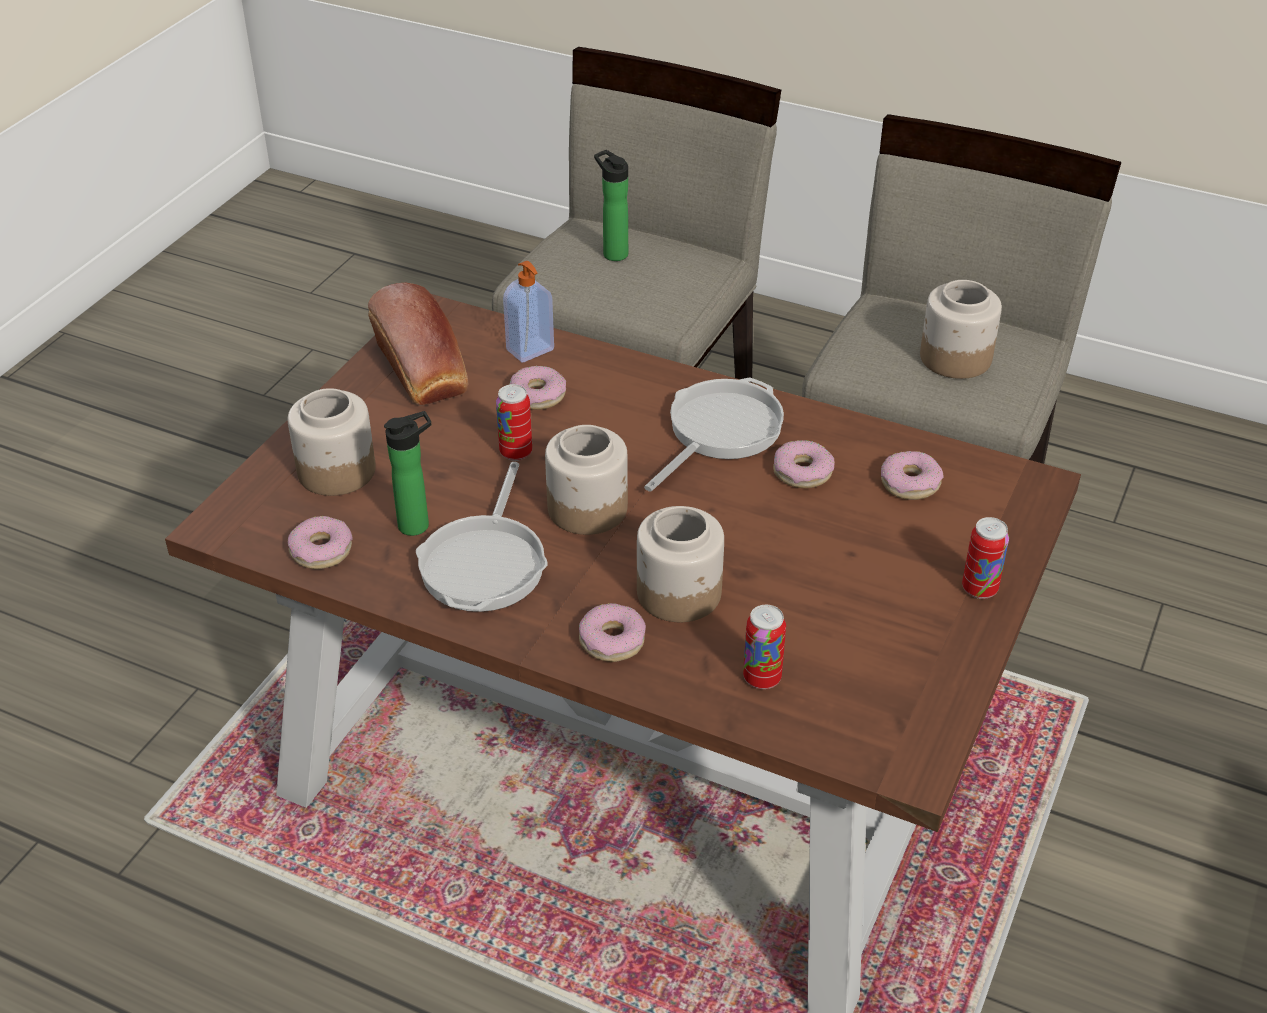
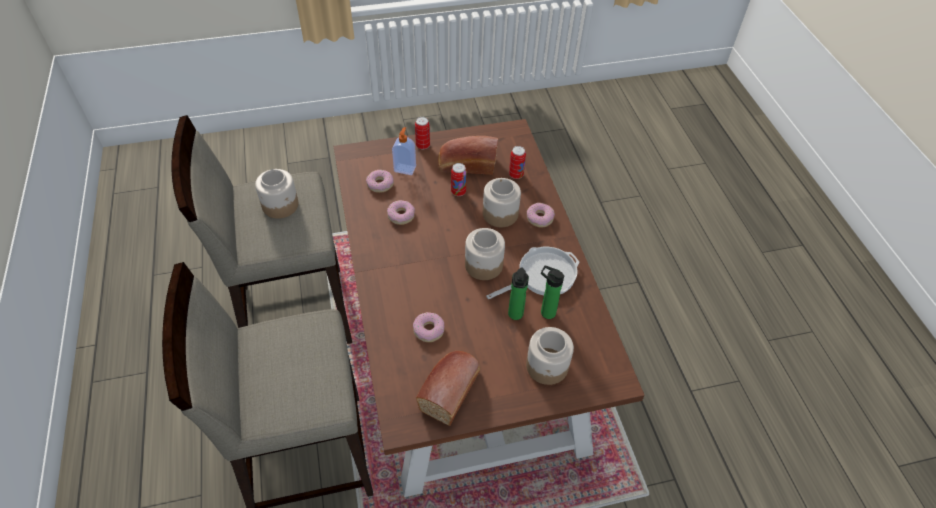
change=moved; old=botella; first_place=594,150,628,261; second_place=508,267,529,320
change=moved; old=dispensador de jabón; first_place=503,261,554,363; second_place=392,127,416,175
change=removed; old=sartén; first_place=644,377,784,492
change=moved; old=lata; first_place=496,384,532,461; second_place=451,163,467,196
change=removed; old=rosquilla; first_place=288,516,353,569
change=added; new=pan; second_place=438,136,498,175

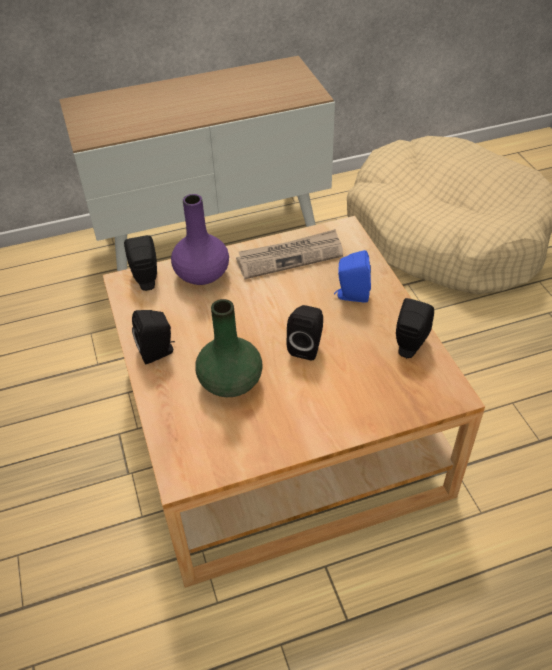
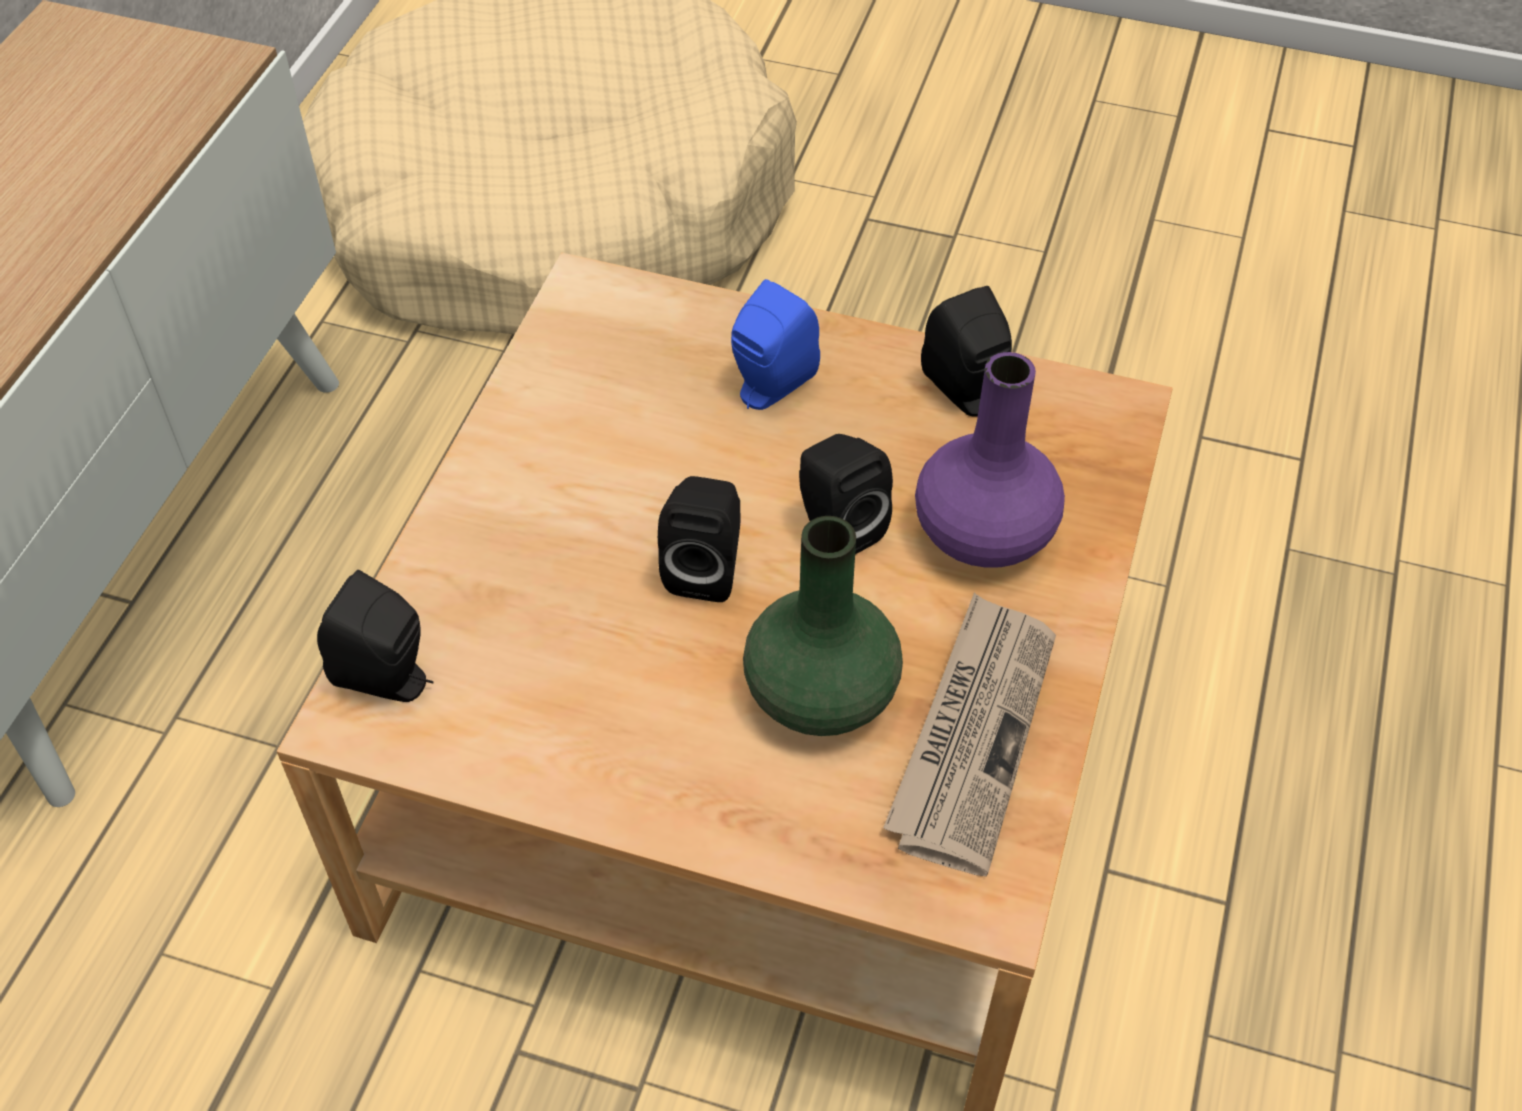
change=moved; old=florero (morado); first_place=171,194,229,285; second_place=915,352,1065,568
change=moved; old=periódico; first_place=236,229,343,279; second_place=883,593,1056,877
change=moved; old=altavoz (negro); first_place=132,310,175,365; second_place=658,476,740,602

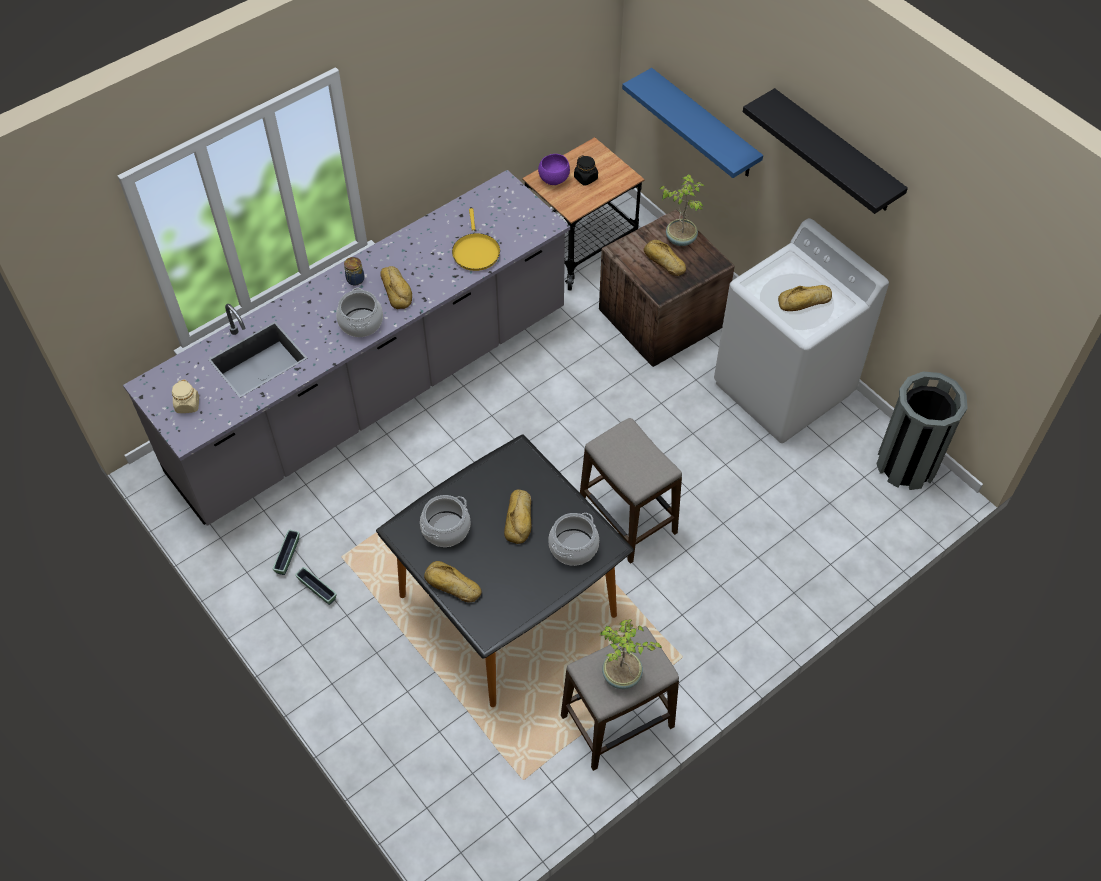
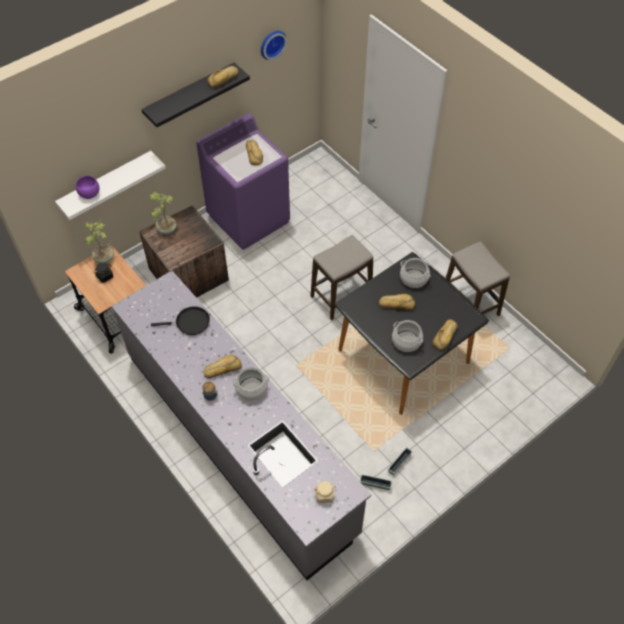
change=recoloured; old=estante (azul); new=estante (blanco); first_place=622,68,763,178; second_place=55,151,166,220
change=moved; old=cuenco (morado); first_place=538,154,570,185; second_place=76,176,100,199
change=recoloured; old=sartén (amarillo); new=sartén (negro); first_place=452,208,500,271; second_place=151,306,210,335
change=recoloured; old=lavadora (blanco); new=lavadora (morado); first_place=714,218,889,443; second_place=196,113,290,250
change=moved; old=pan; first_place=644,240,686,276; second_place=207,66,239,88
change=removed; old=papelera (gris); first_place=876,372,968,490
change=moved; old=planta en maceta; first_place=600,619,661,689; second_place=85,218,114,263
change=added; new=reloj de pared; second_place=261,31,287,60

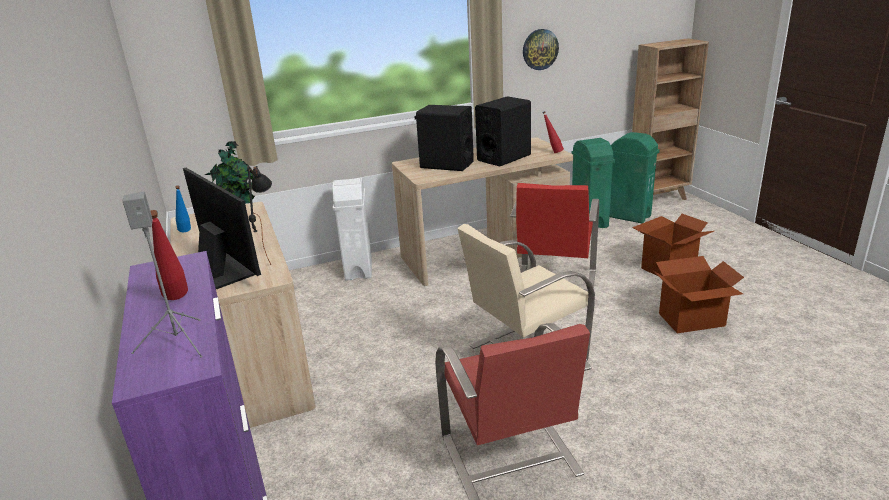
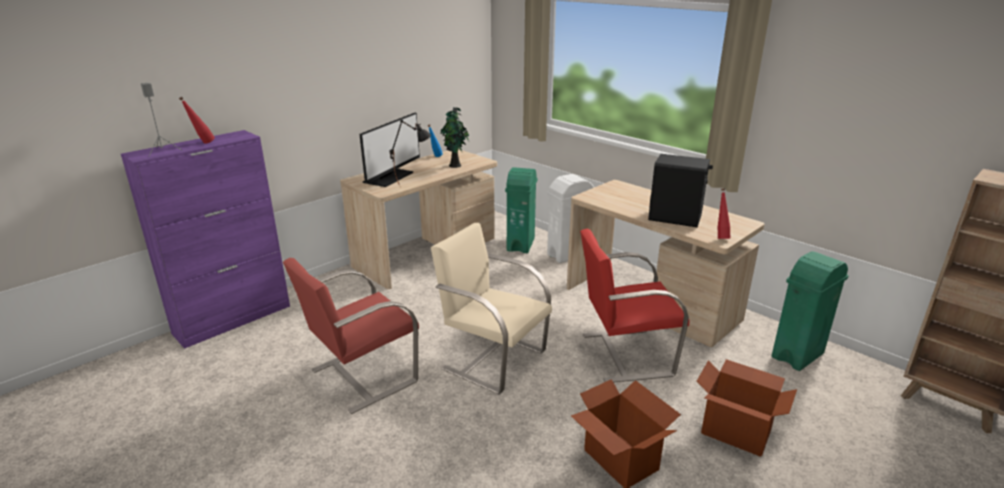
change=removed; old=reloj de pared; first_place=523,29,559,70
change=removed; old=altavoz (negro); first_place=415,105,474,171
change=moved; old=papelera (verde); first_place=609,132,660,223; second_place=505,167,538,253

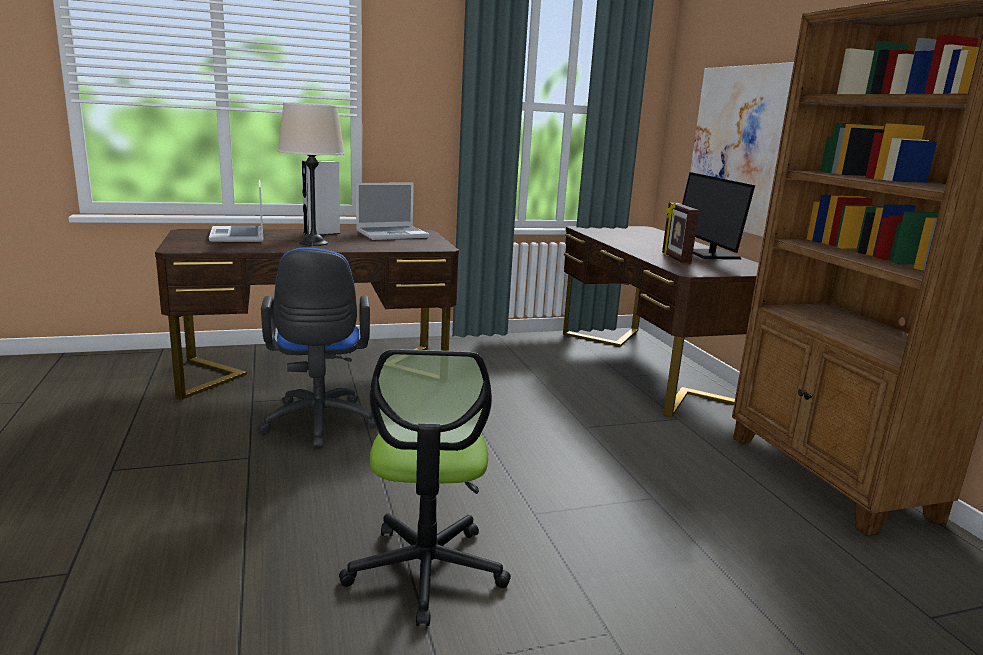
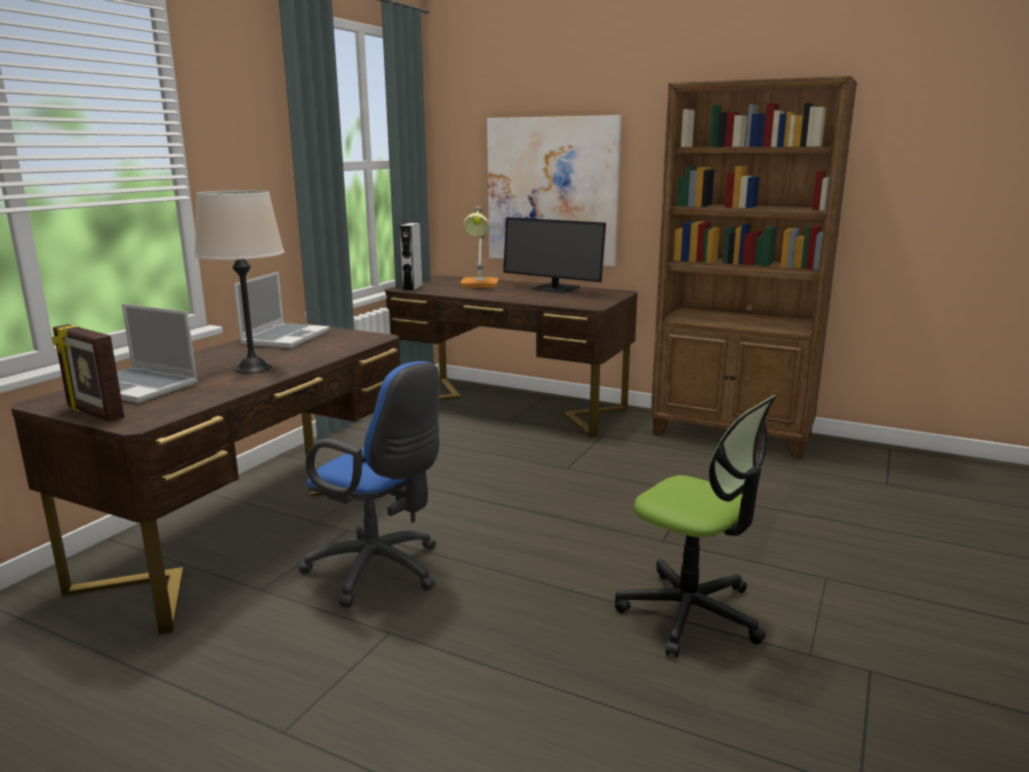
change=moved; old=altavoz (gris); first_place=302,161,341,235; second_place=399,223,422,291
change=moved; old=portarretratos; first_place=662,202,699,263; second_place=52,324,124,422
change=added; new=lámpara de mesa; second_place=460,206,499,288

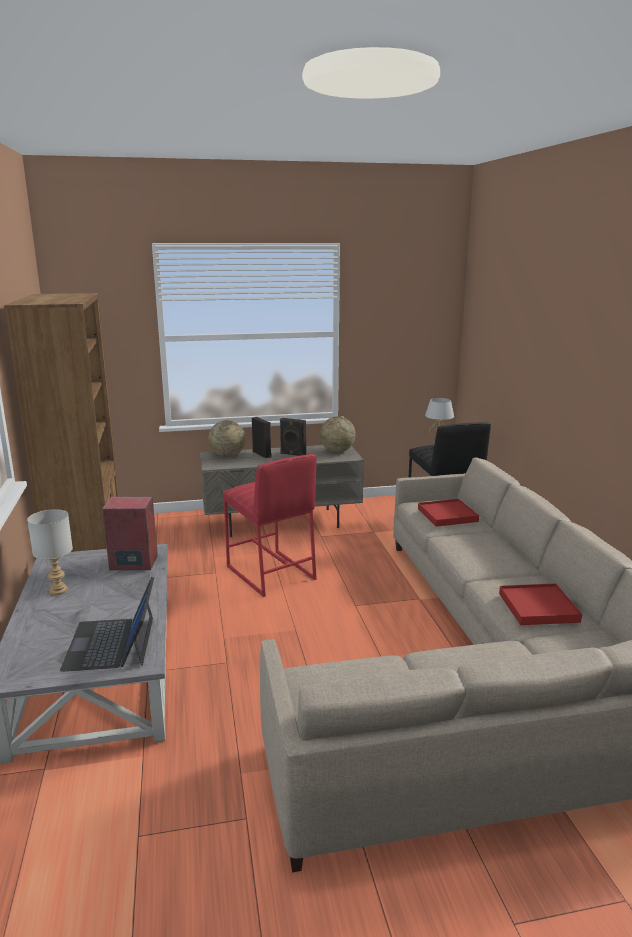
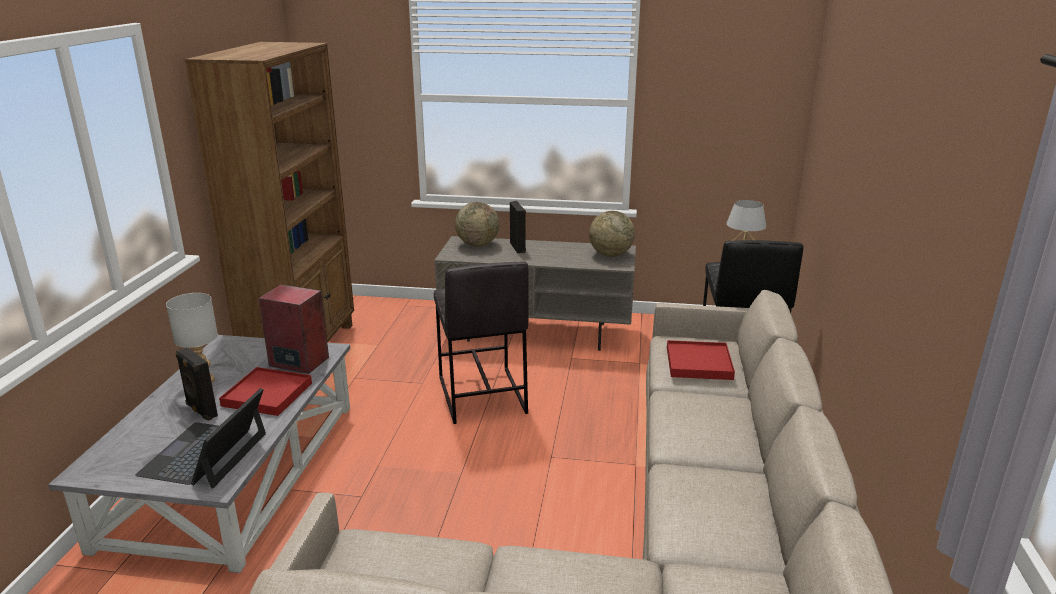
change=moved; old=altavoz (negro); first_place=280,418,306,456; second_place=176,347,218,421
change=recoloured; old=taburete (rojo); new=taburete (gris); first_place=223,454,317,597; second_place=434,262,529,424
change=moved; old=bandeja (rojo); first_place=499,583,582,625; second_place=219,367,312,416

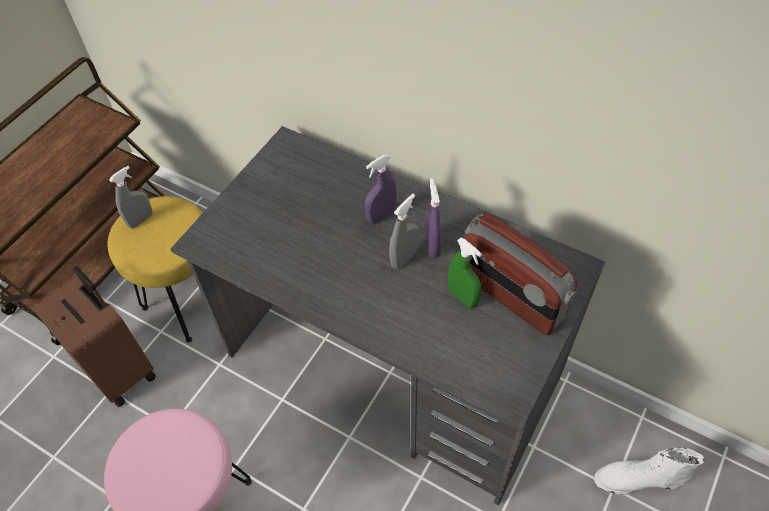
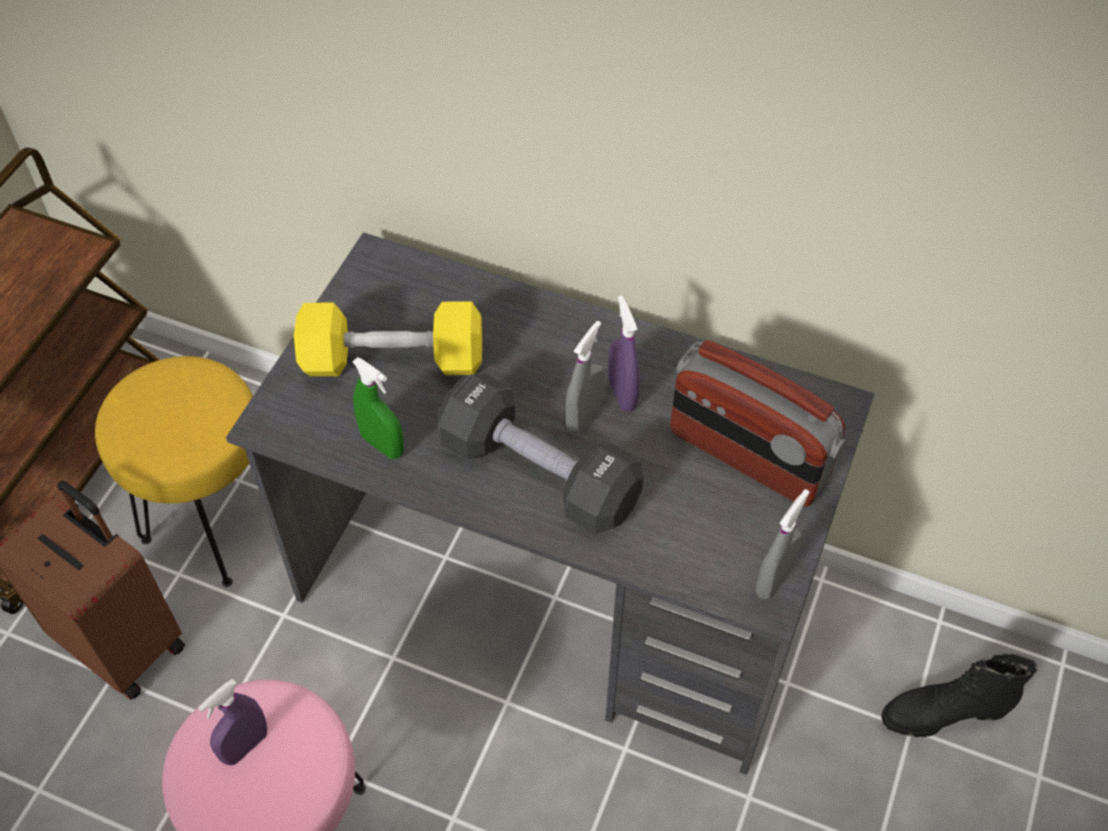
change=moved; old=pulverizador (morado); first_place=365,154,397,224; second_place=198,679,267,765
change=moved; old=pulverizador (gris); first_place=109,166,152,228; second_place=756,489,810,599
change=moved; old=pulverizador (verde); first_place=448,238,482,308; second_place=352,357,404,459
change=recoloured; old=bota (blanco); new=bota (negro); first_place=594,447,704,495; second_place=881,654,1038,738
change=added; new=mancuerna (amarillo); second_place=294,301,482,376
change=added; new=mancuerna (negro); second_place=437,373,643,534

